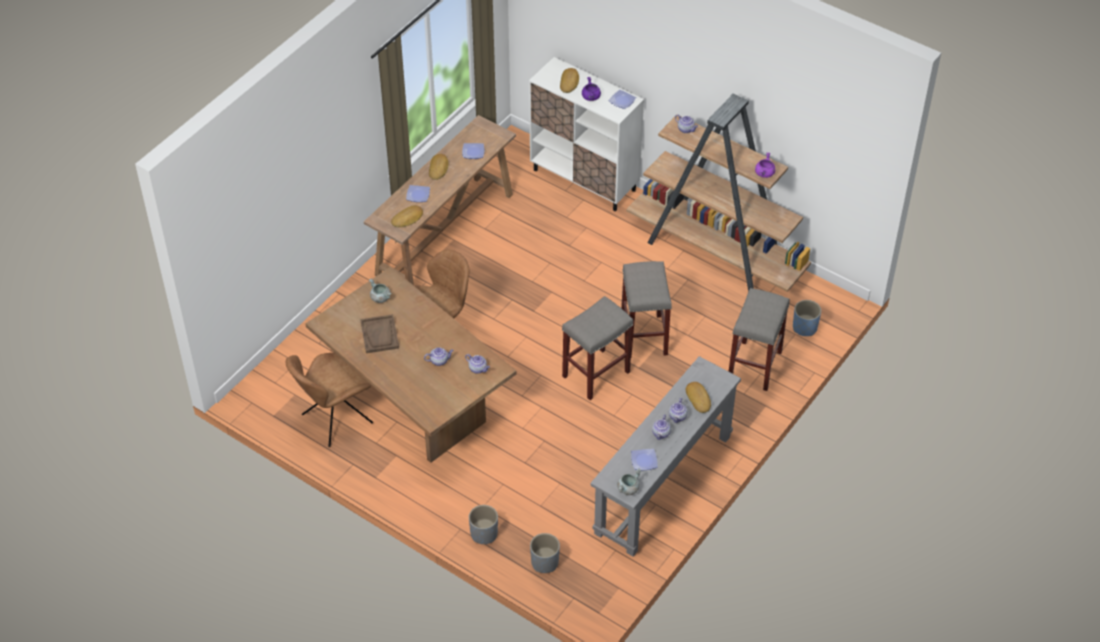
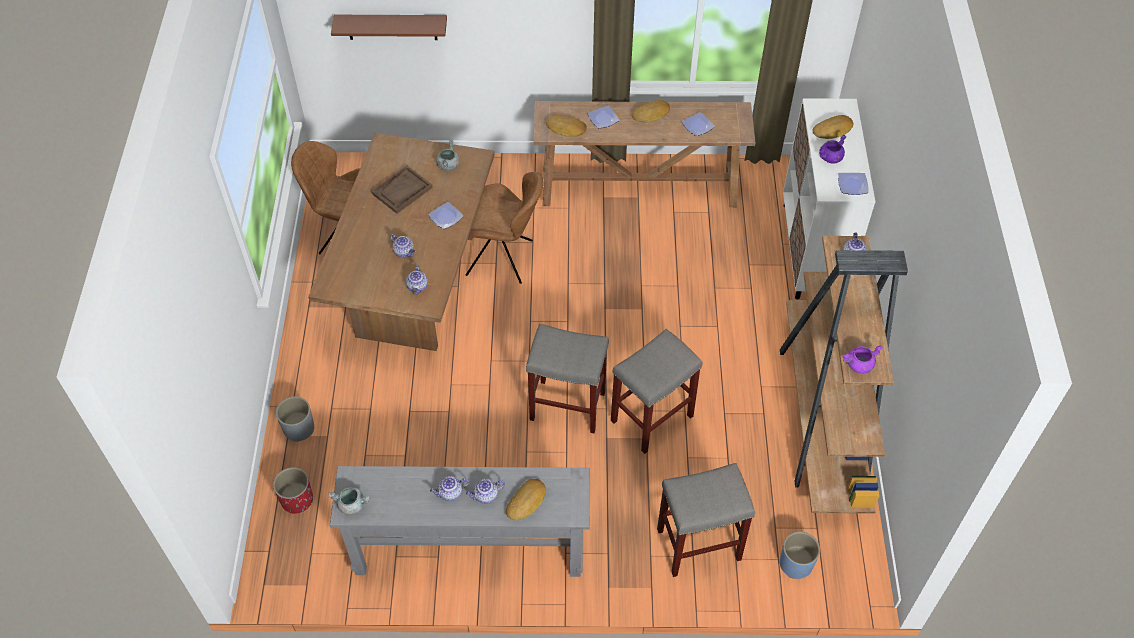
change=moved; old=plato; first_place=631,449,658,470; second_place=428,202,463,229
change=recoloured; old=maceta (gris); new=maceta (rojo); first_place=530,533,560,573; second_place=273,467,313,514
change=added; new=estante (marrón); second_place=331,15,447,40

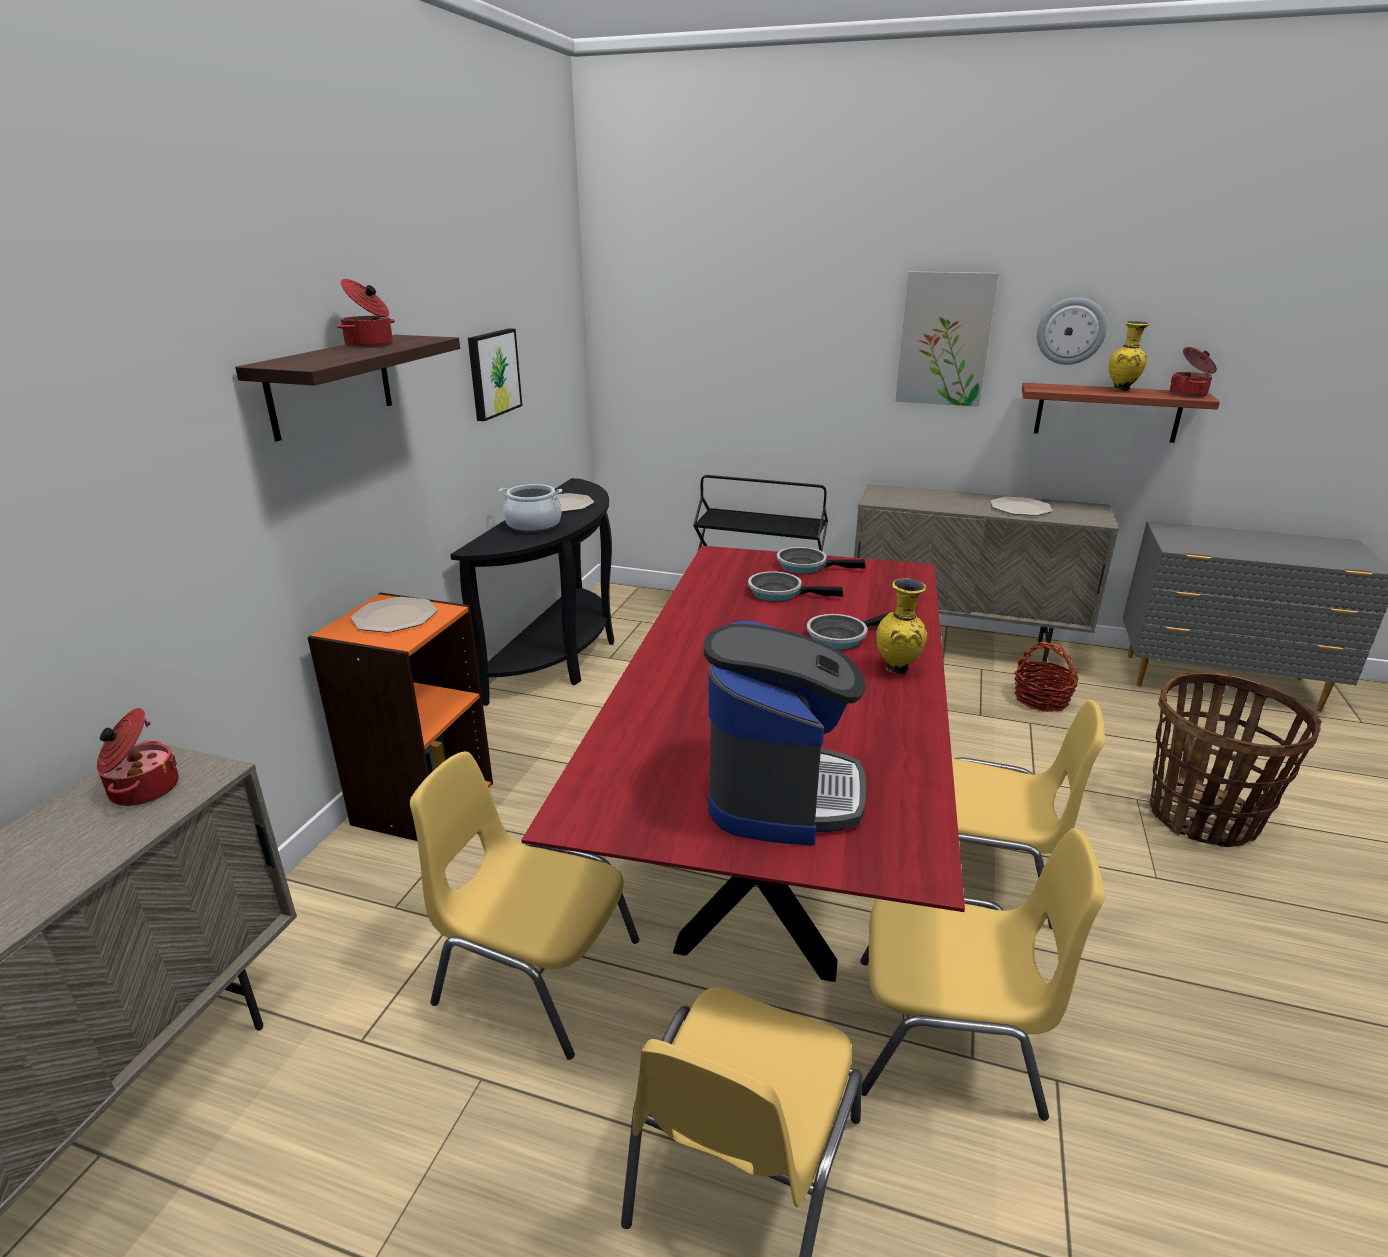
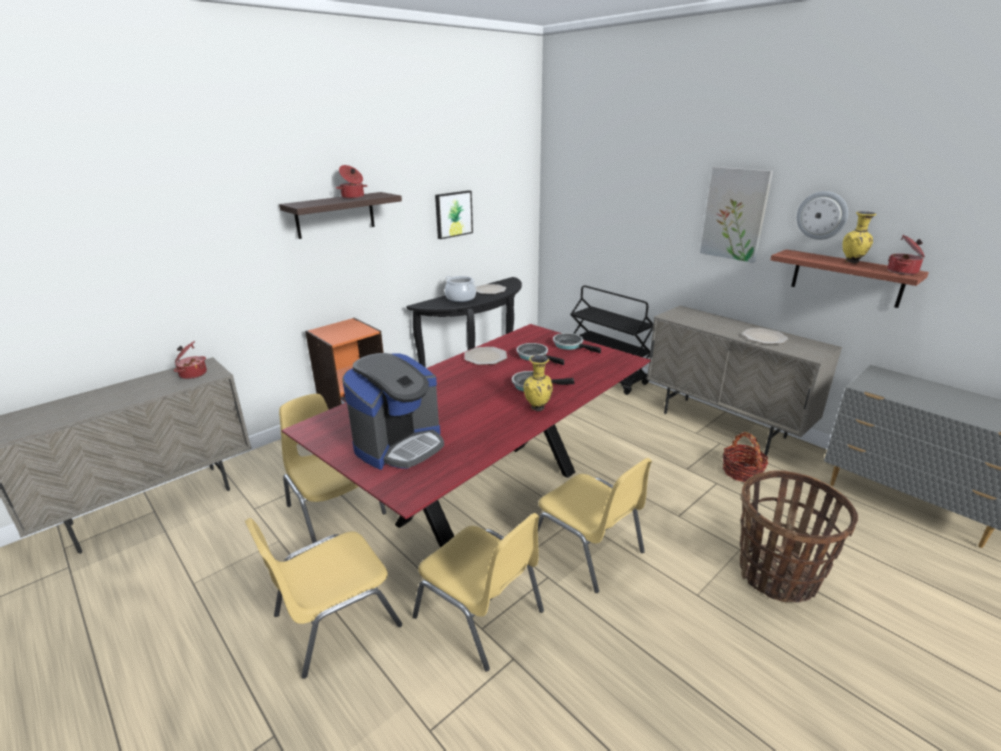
change=moved; old=plato; first_place=351,597,437,633; second_place=464,347,507,365

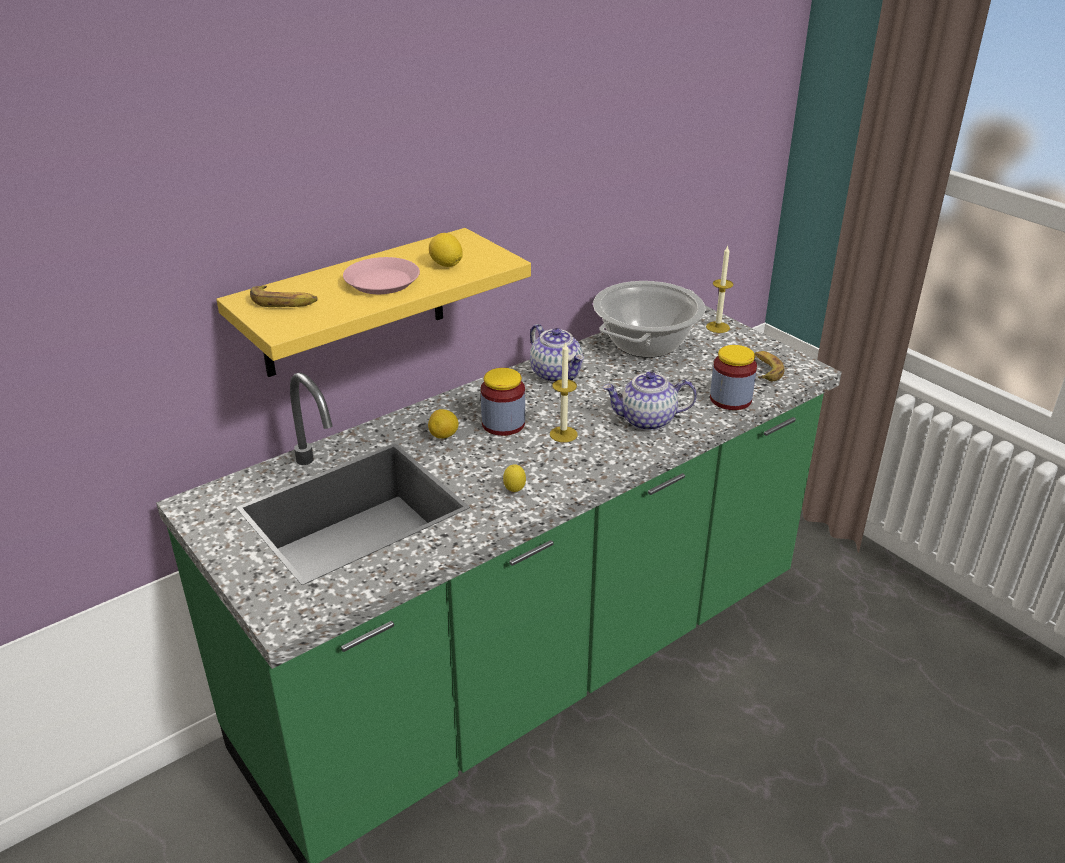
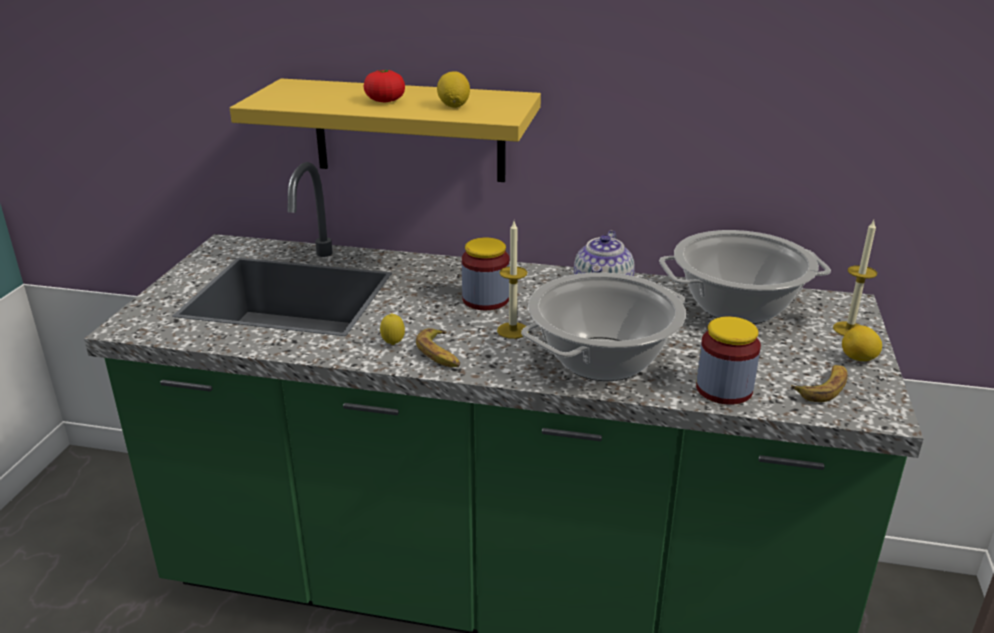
change=replaced; old=plato (rosa); new=tomate; first_place=343,257,420,294; second_place=364,69,405,102
change=moved; old=plátano; first_place=250,286,318,307; second_place=416,328,460,367
change=replaced; old=tetera; new=olla; first_place=603,371,697,431; second_place=521,272,686,381
change=moved; old=limón; first_place=428,409,458,439; second_place=842,325,882,361

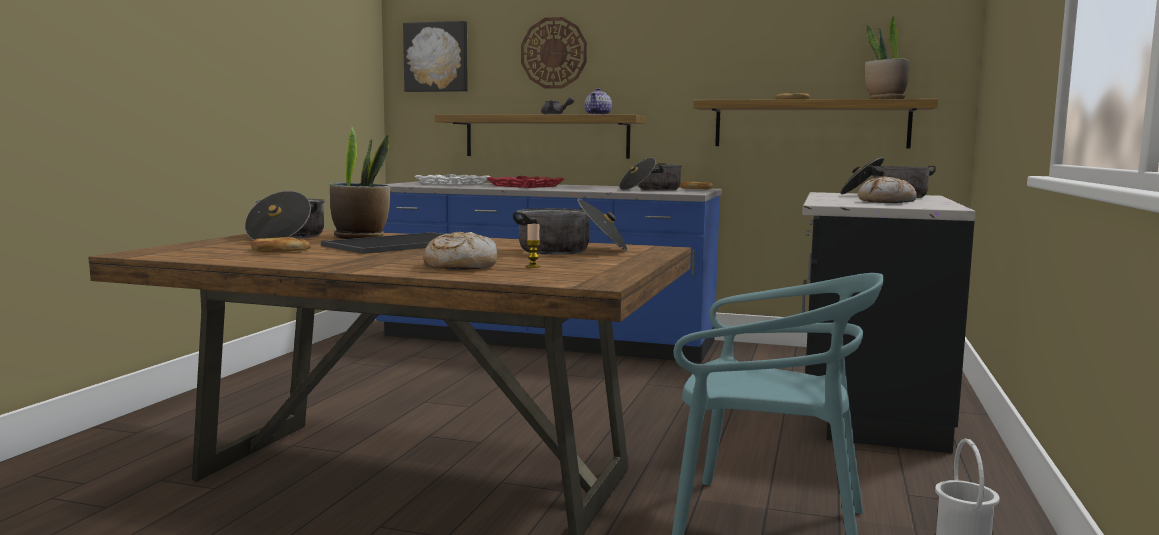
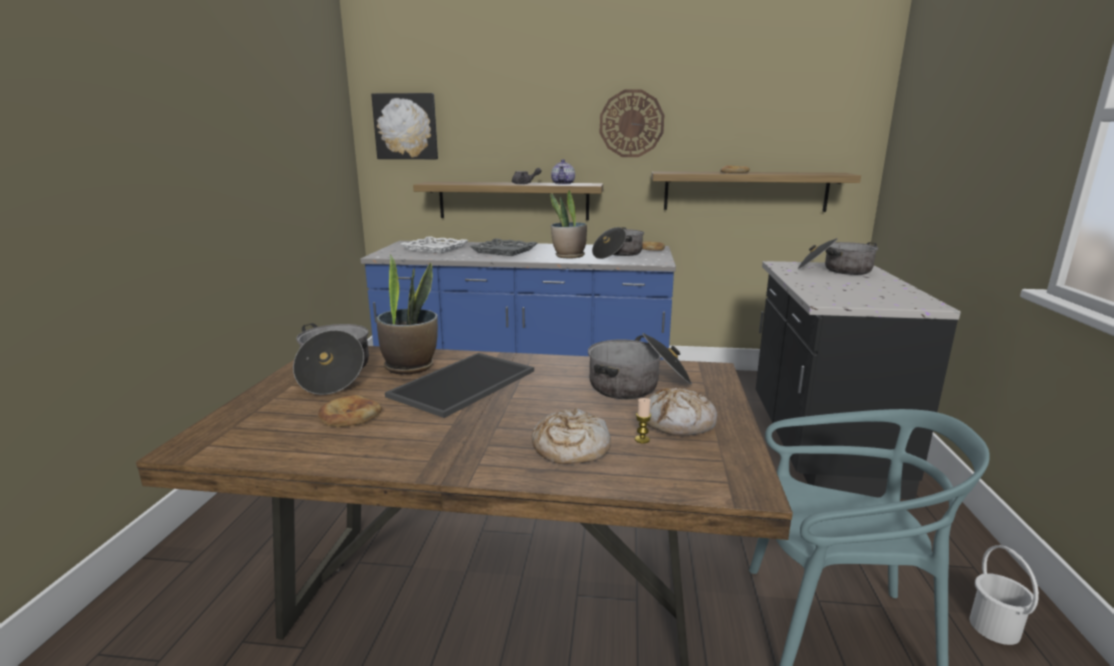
change=moved; old=planta en maceta; first_place=865,15,910,99; second_place=550,190,587,258
change=moved; old=reloj de pared; first_place=521,17,587,89; second_place=600,89,664,157
change=recoloured; old=bandeja (rojo); new=bandeja (gris); first_place=487,176,564,188; second_place=470,238,537,256
change=moved; old=pan; first_place=858,177,917,203; second_place=647,388,717,436

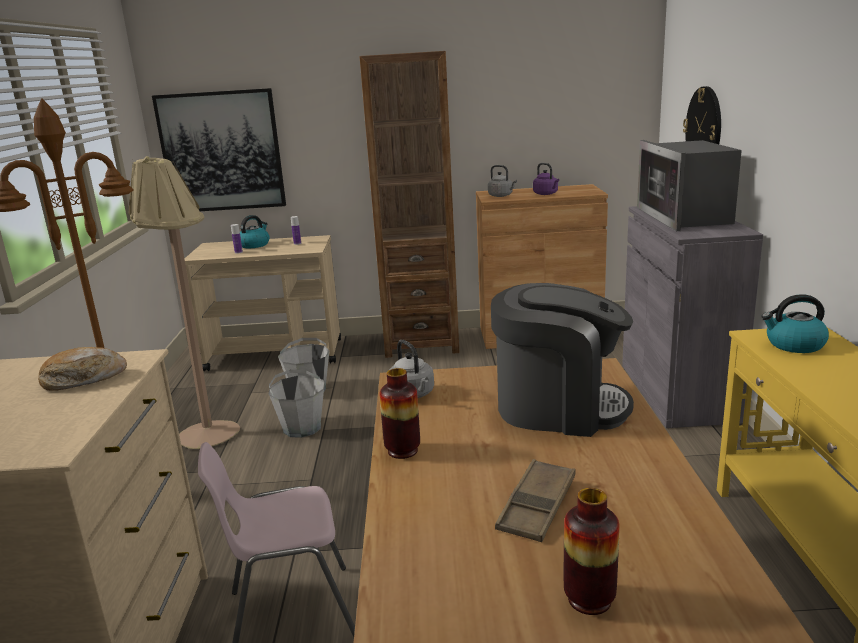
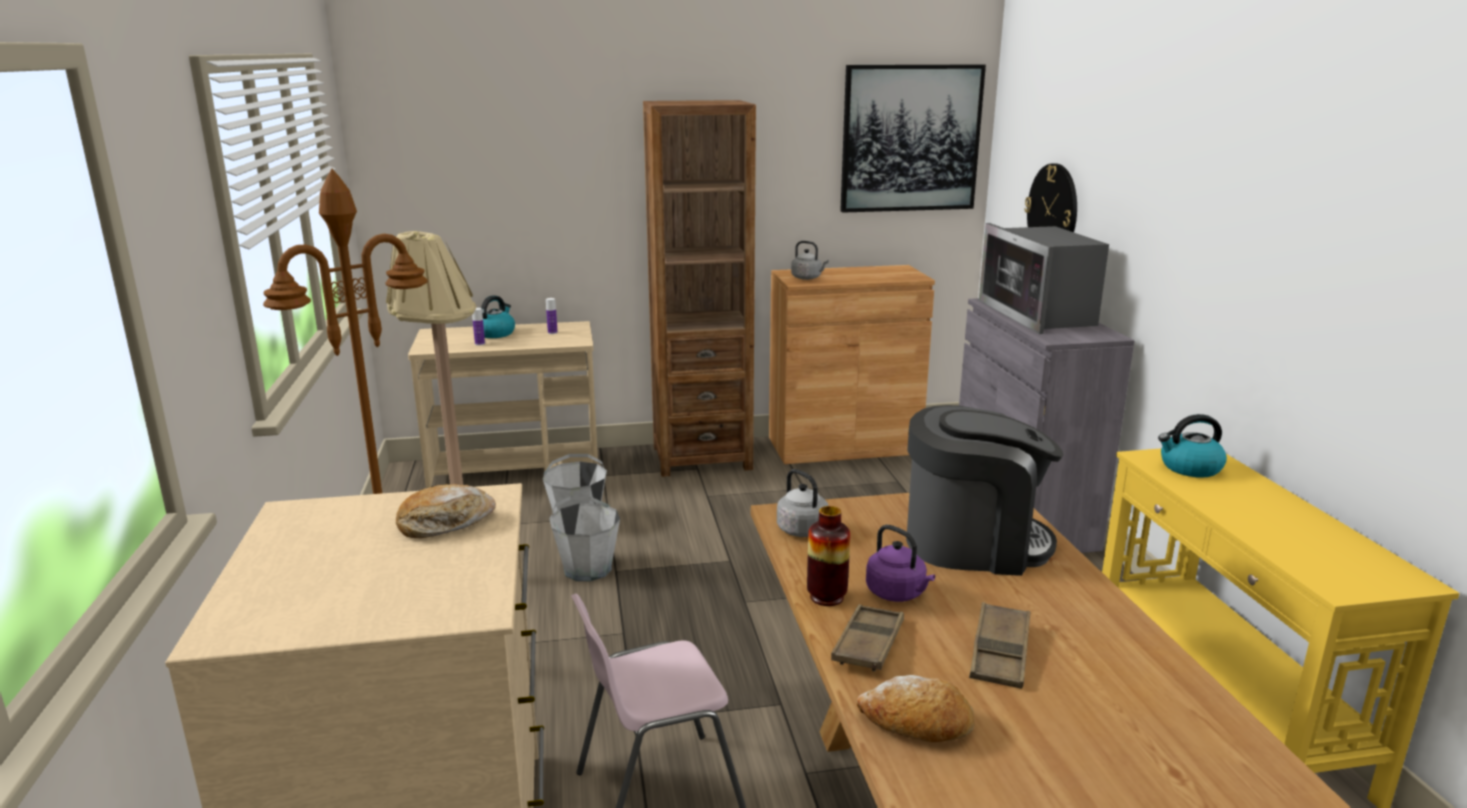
change=moved; old=cuadro; first_place=152,88,286,211; second_place=840,65,986,213
change=moved; old=hervidor (morado); first_place=533,163,559,195; second_place=866,525,935,602
change=removed; old=florero; first_place=564,488,619,615
change=added; new=bandeja (marrón); second_place=831,604,904,671
change=added; new=pan; second_place=856,675,975,742

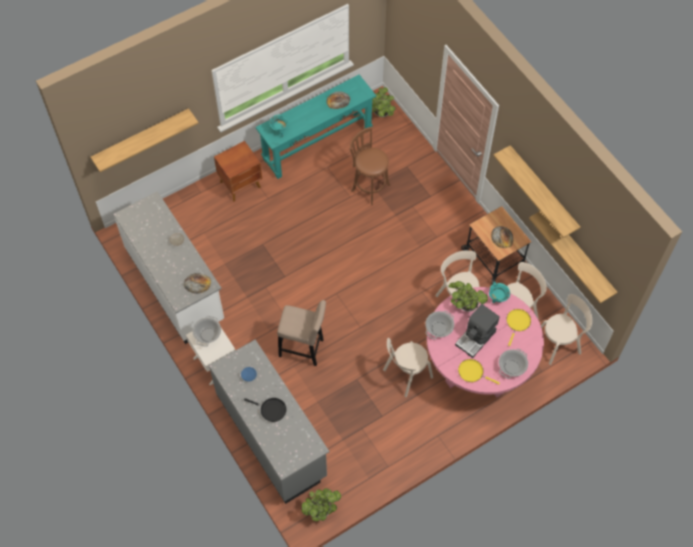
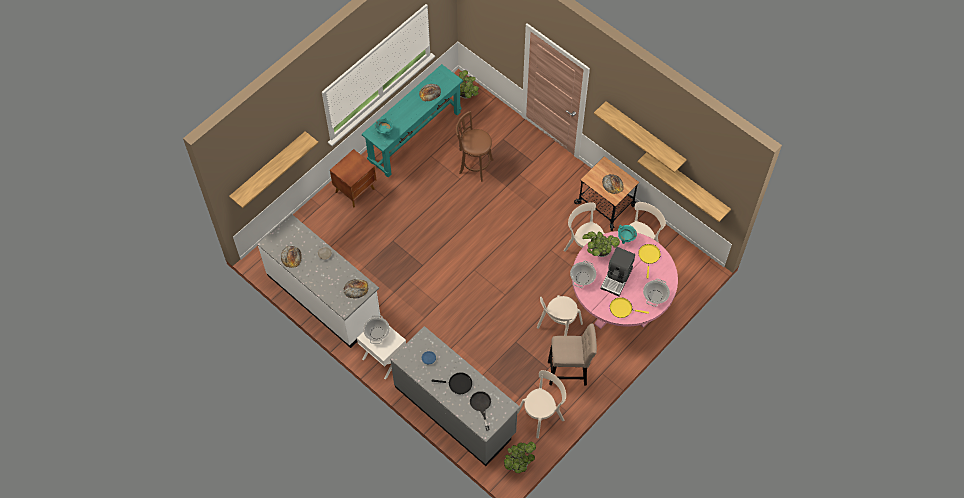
change=moved; old=silla (beis); first_place=541,294,592,365; second_place=517,370,566,438
change=moved; old=taburete (beis); first_place=277,300,326,366; second_place=548,324,597,385
change=added; new=pan; second_place=281,246,302,268
change=added; new=sartén (negro); second_place=470,391,491,431

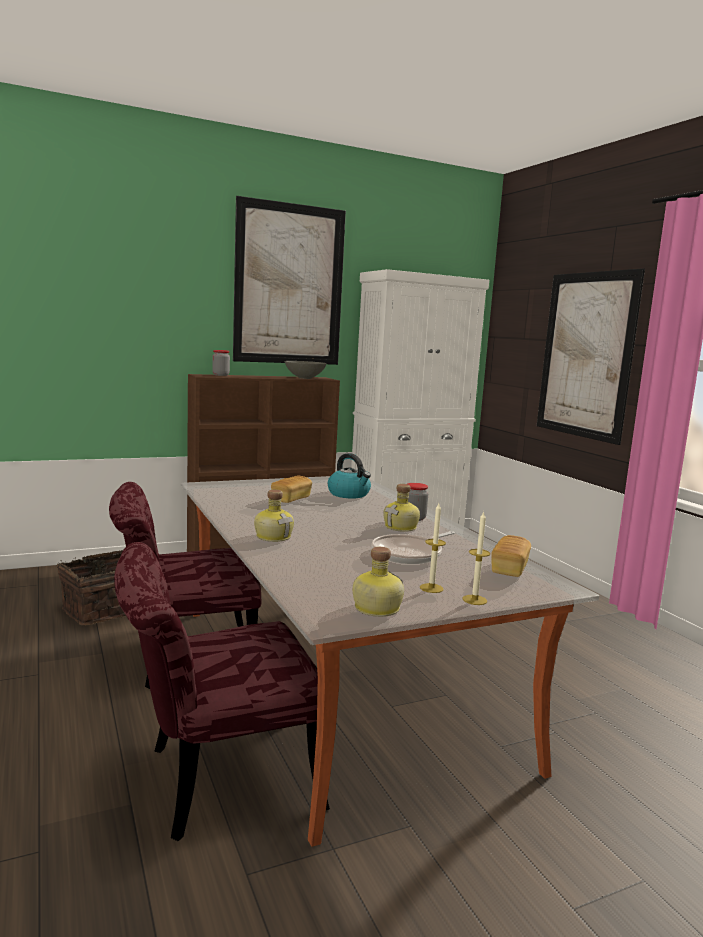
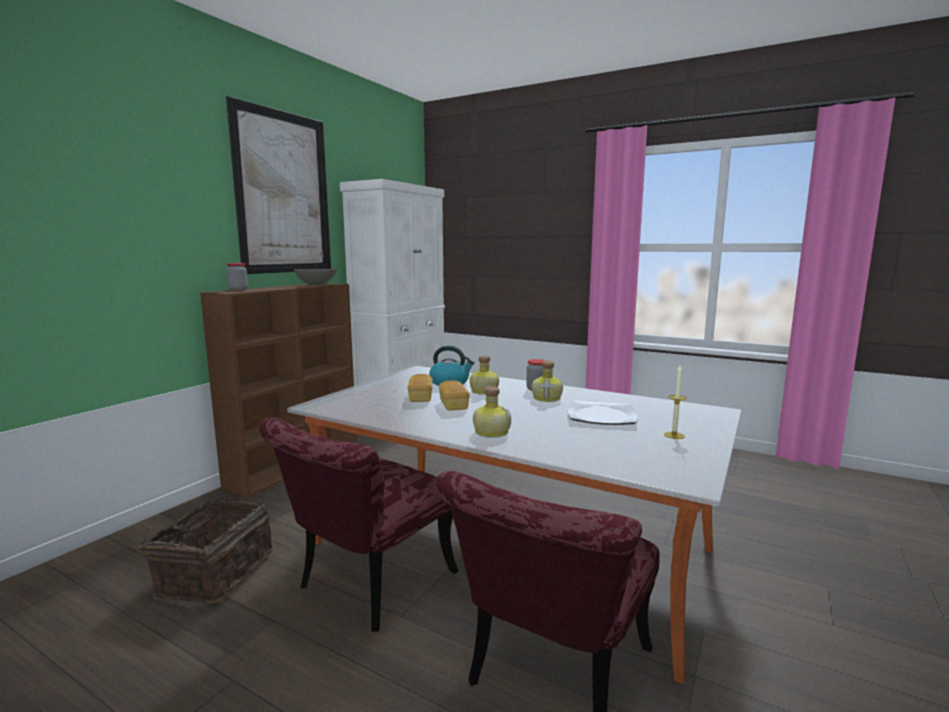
change=removed; old=cuadro; first_place=537,268,645,445
change=removed; old=vela; first_place=463,511,490,605
change=replaced; old=sartén; new=plato; first_place=372,531,455,564; second_place=568,400,638,425
change=moved; old=pan; first_place=491,535,531,577; second_place=439,380,469,410
change=moved; old=botella; first_place=353,547,404,617; second_place=469,355,499,395

